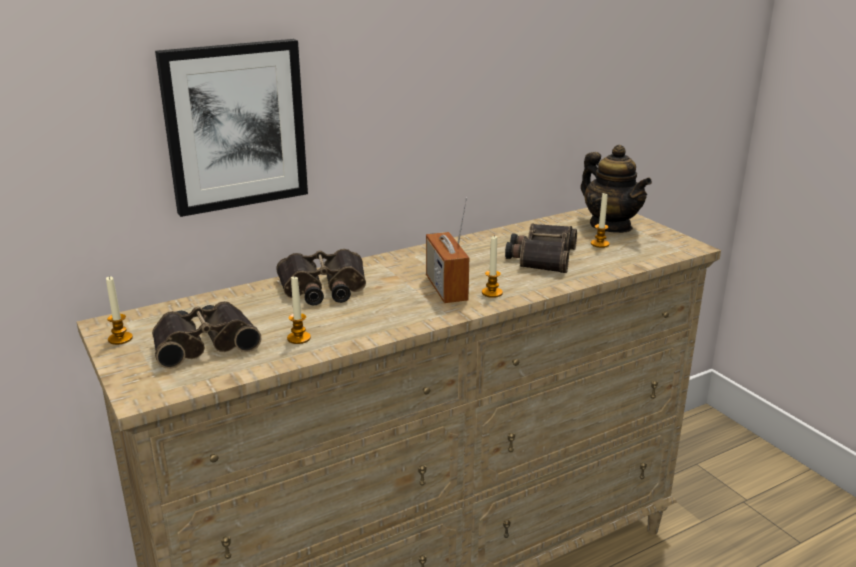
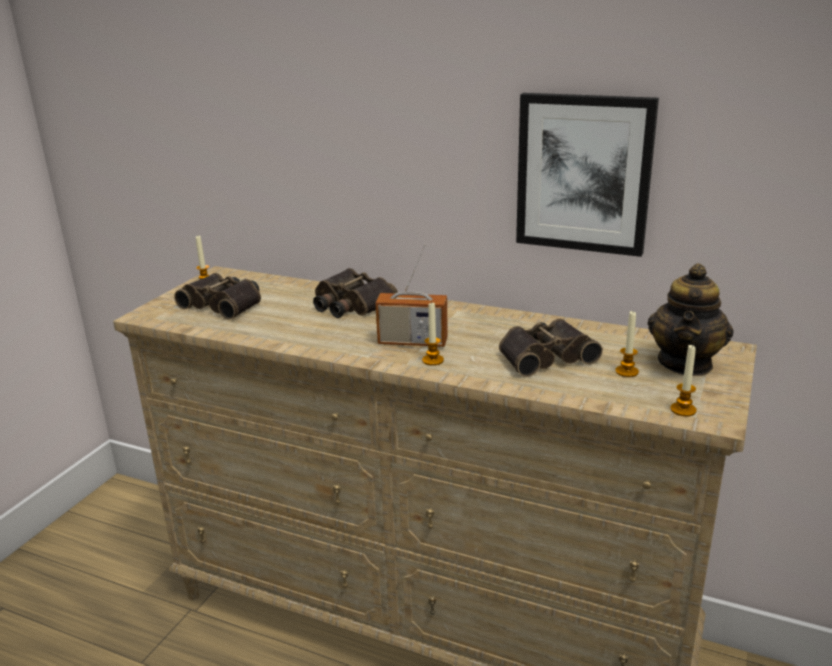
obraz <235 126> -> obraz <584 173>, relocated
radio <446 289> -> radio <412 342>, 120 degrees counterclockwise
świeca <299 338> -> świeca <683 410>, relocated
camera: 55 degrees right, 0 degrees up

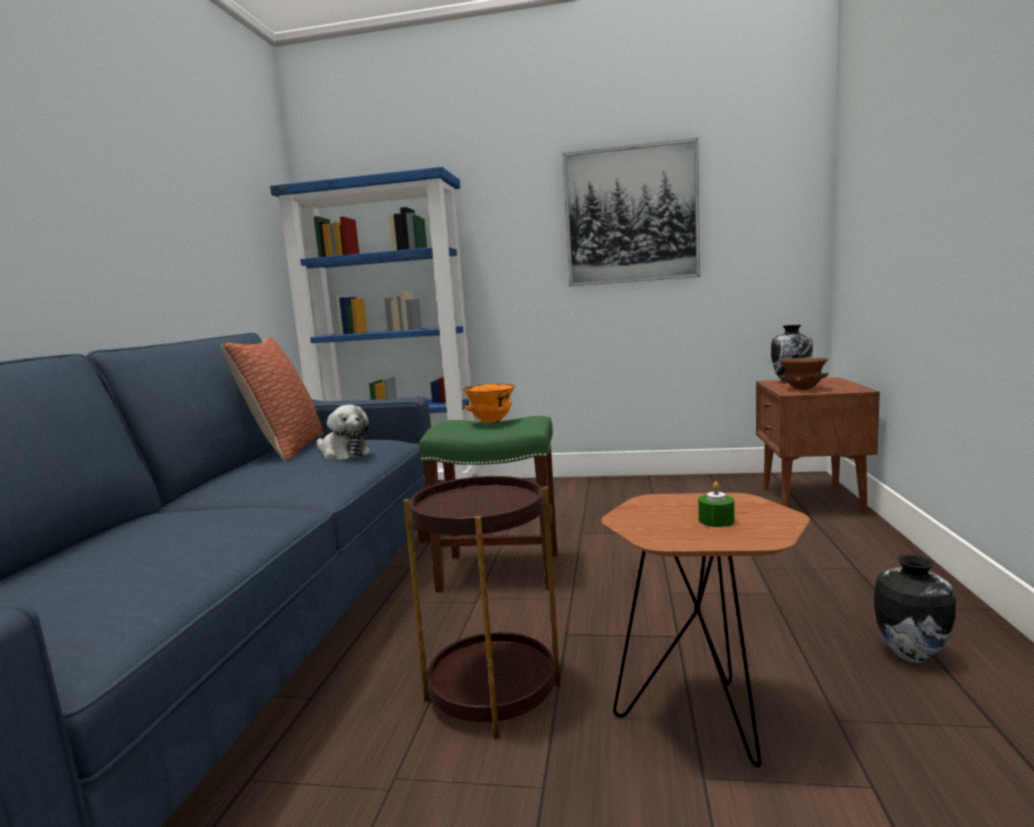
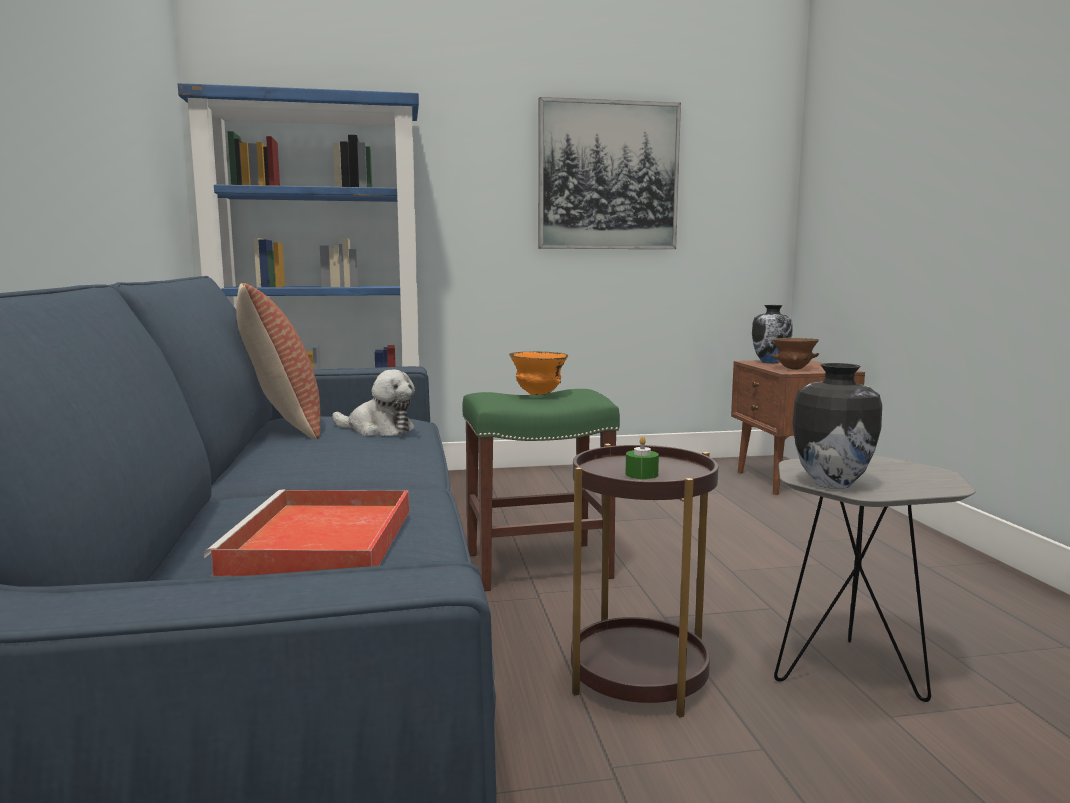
świeca/zielony <716 520> -> świeca/zielony <641 474>, relocated
stolik/brązowy <705 720> -> stolik/szary <854 672>
wazon <910 654> -> wazon <830 483>, relocated
none -> taca/czerwony <321 542>
camera: 20 degrees left, 0 degrees up

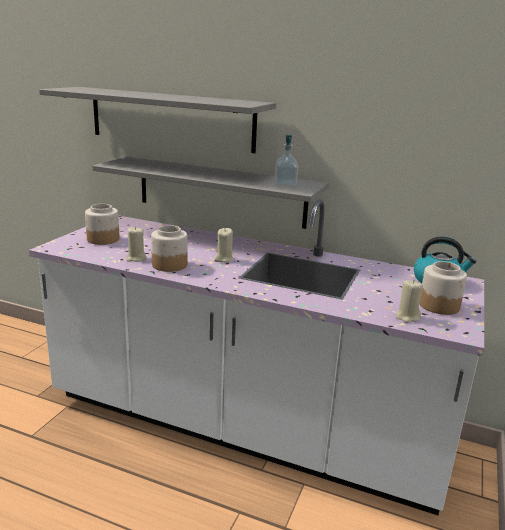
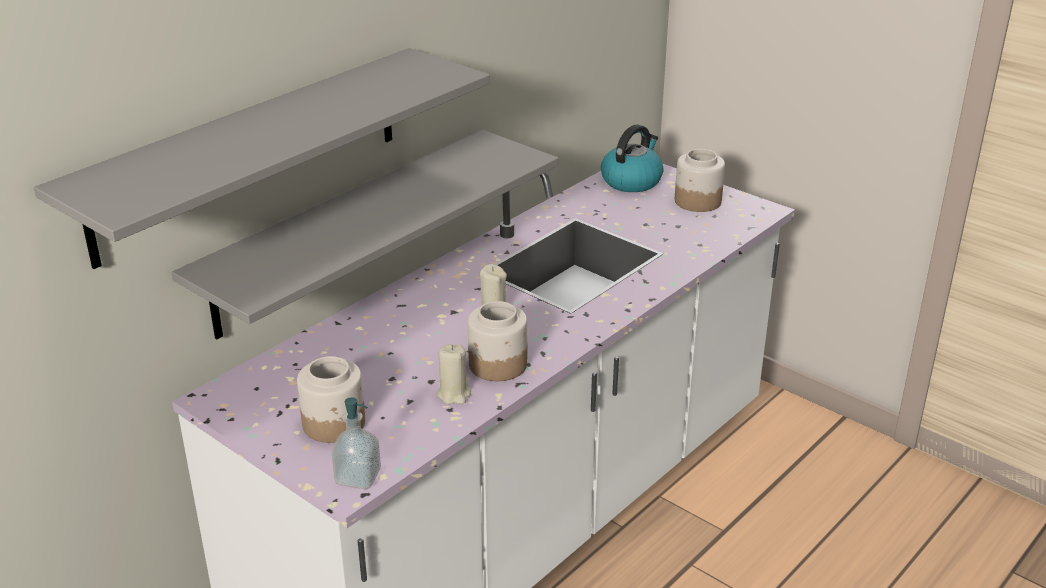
dozownik mydła <285 184> -> dozownik mydła <358 477>, relocated
świeca/beżowy <407 317> -> none
camera: 70 degrees left, 10 degrees up

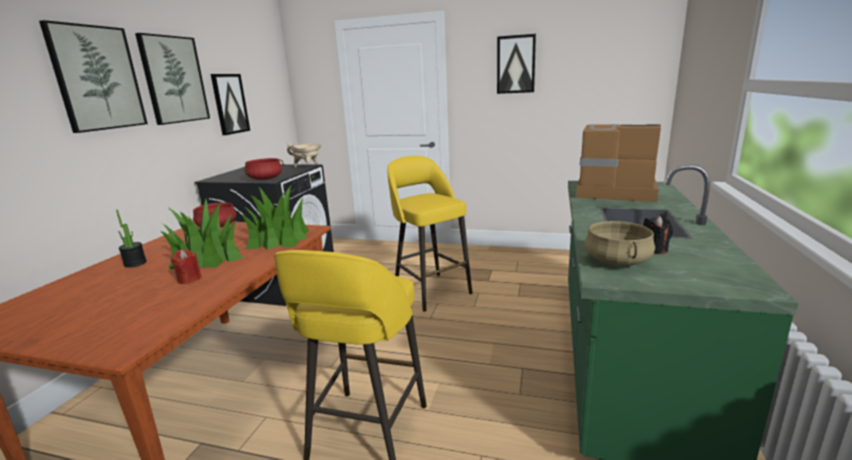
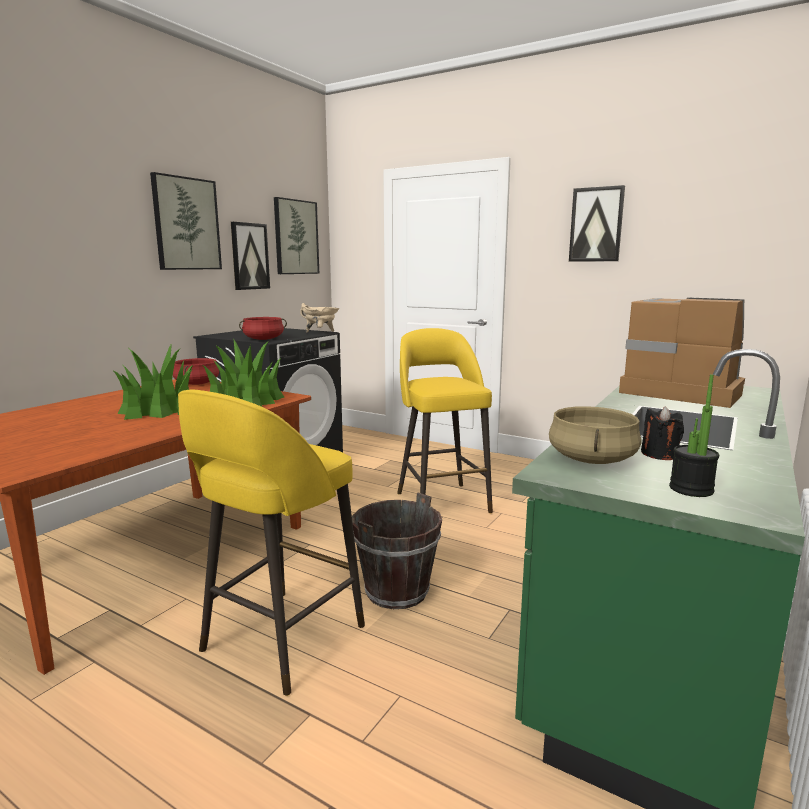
obraz <97 78> -> obraz <295 237>, relocated
roślina doniczkowa <135 263> -> roślina doniczkowa <691 489>, relocated
świeca/czerwony <189 279> -> none
none -> wiadro/brązowy <397 592>
camera: 15 degrees right, 5 degrees down

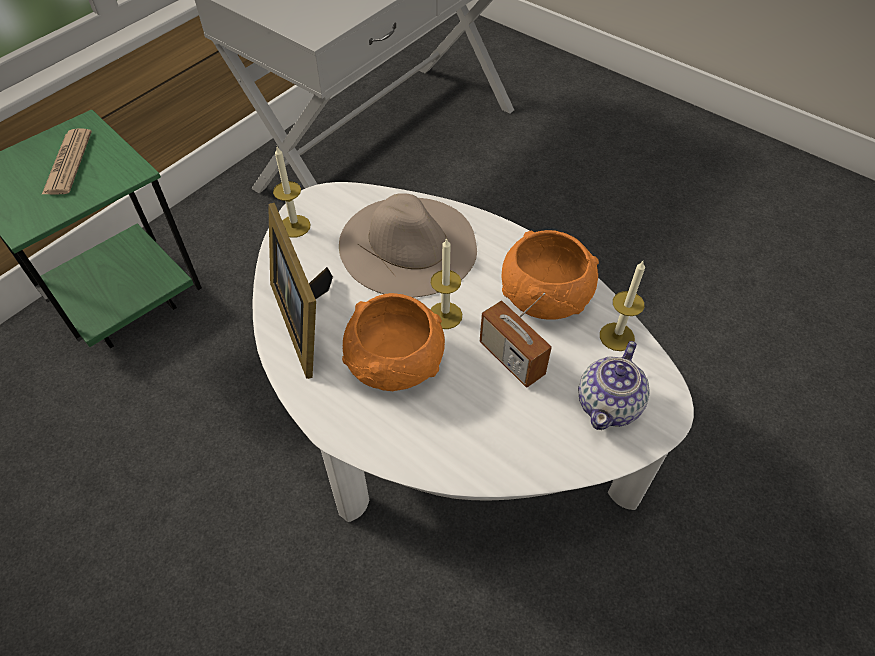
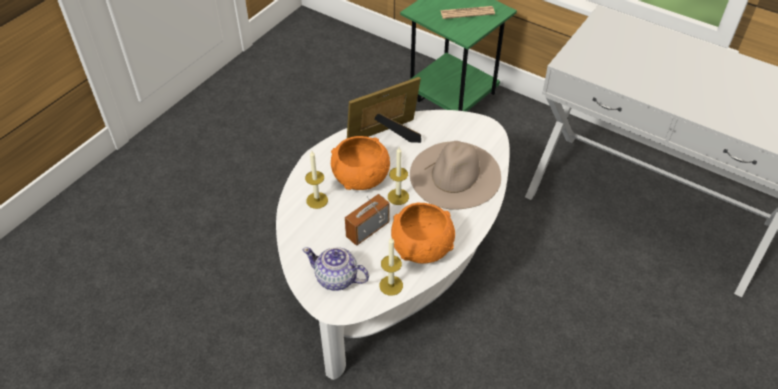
świeca <295 226> -> świeca <317 200>, relocated
camera: 85 degrees right, 5 degrees down

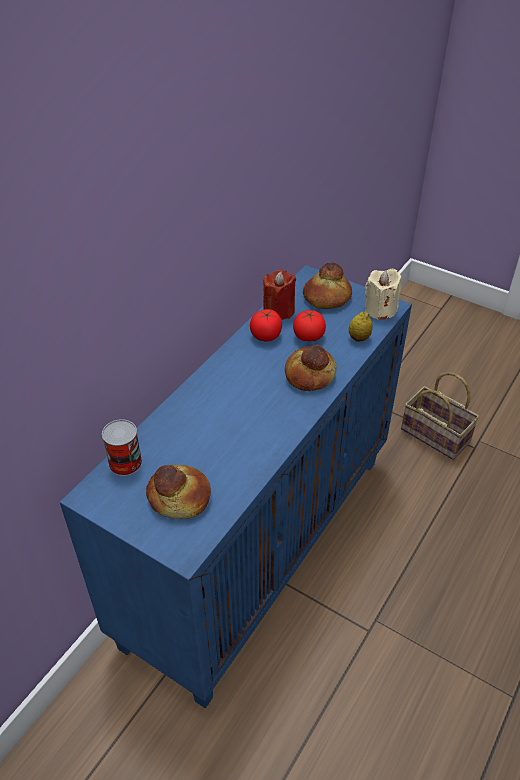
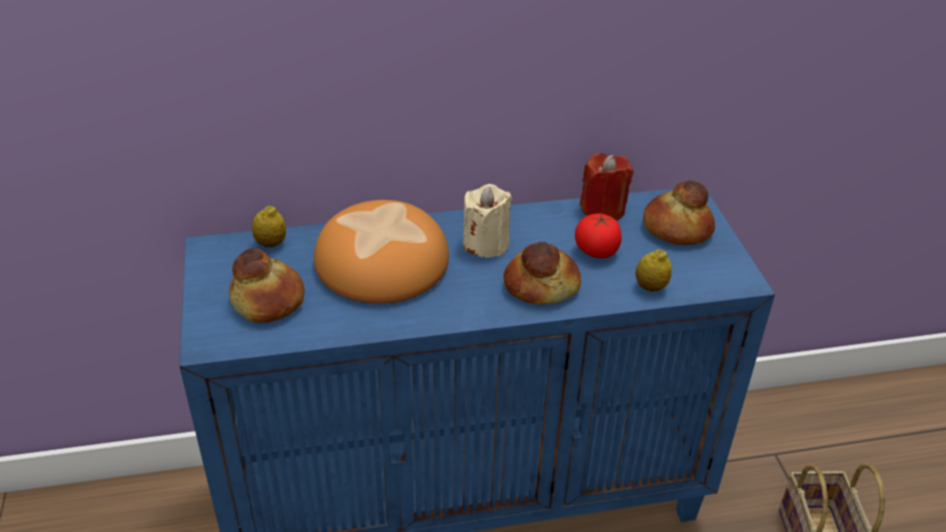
świeca/beżowy <380 310> -> świeca/beżowy <486 244>, relocated
pomidor <266 335> -> none
puszka <125 463> -> cytryna <271 243>
none -> chleb <380 261>
camera: 45 degrees right, 5 degrees down

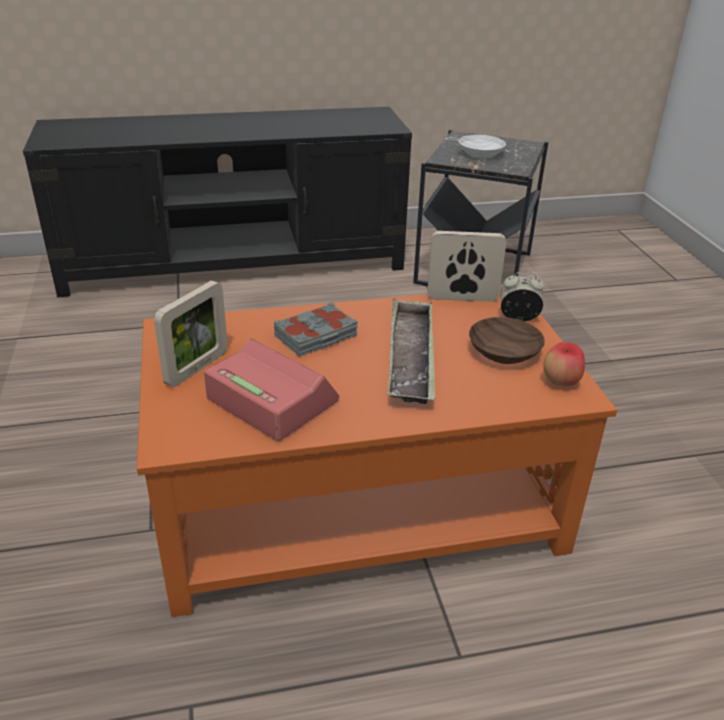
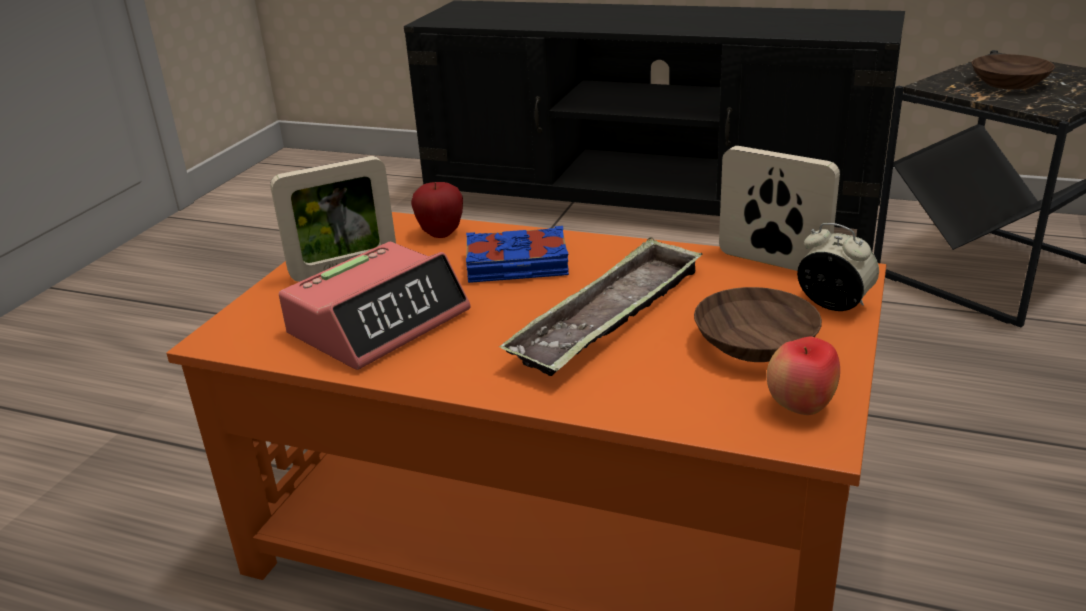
miska/biały <481 154> -> miska/brązowy <1011 84>
książka/szary <316 336> -> książka/niebieski <517 265>
budzik <271 400> -> budzik <379 322>, 60 degrees clockwise
none -> jabłko <440 234>
camera: 35 degrees right, 5 degrees down

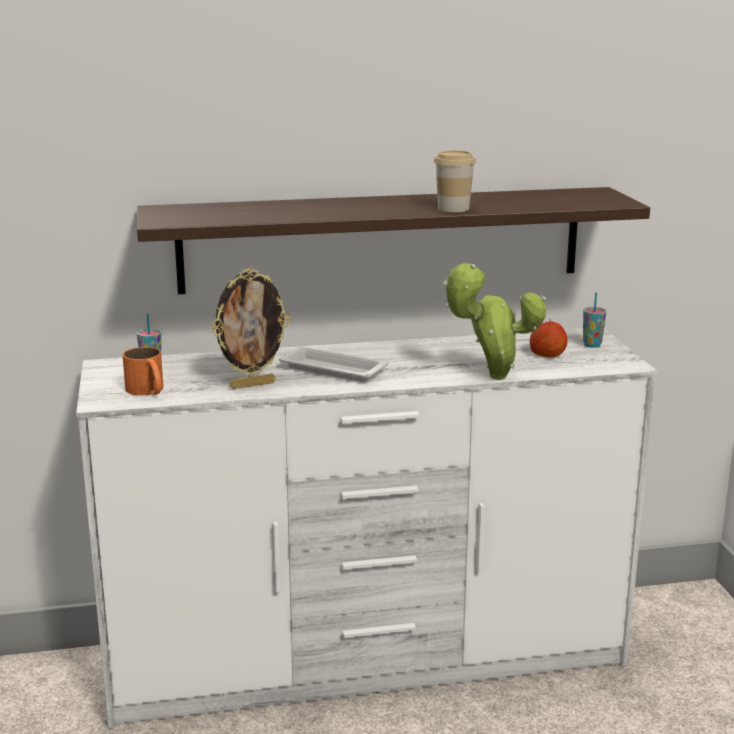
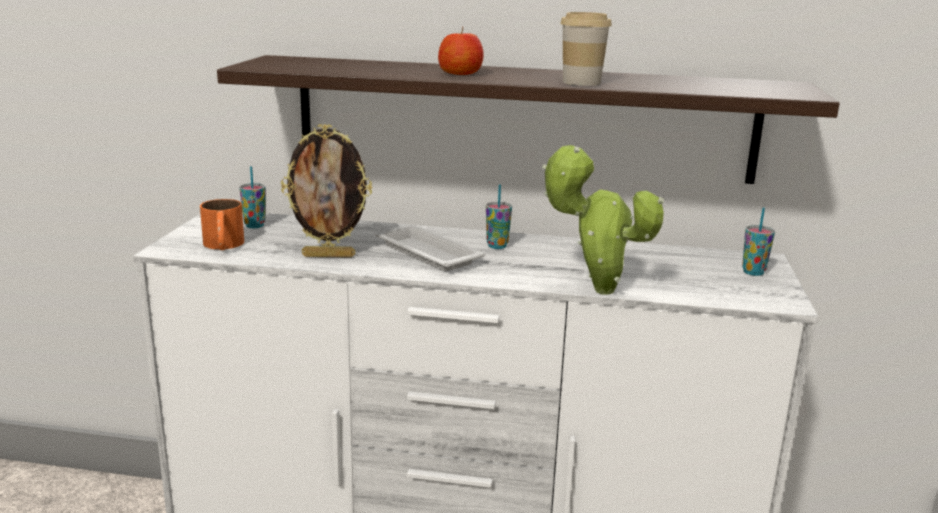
jabłko <547 354> -> jabłko <460 73>, relocated
none -> filiżanka <497 246>
camera: 20 degrees right, 0 degrees up

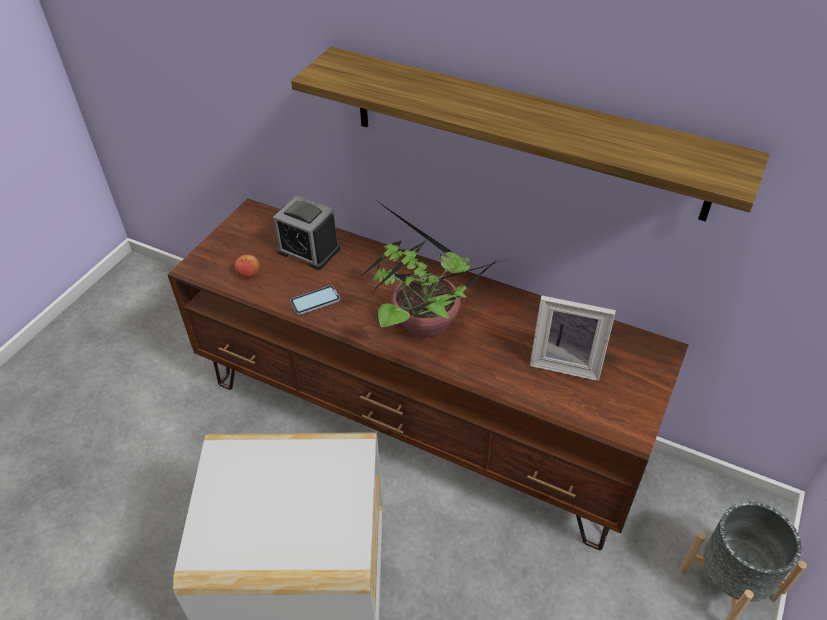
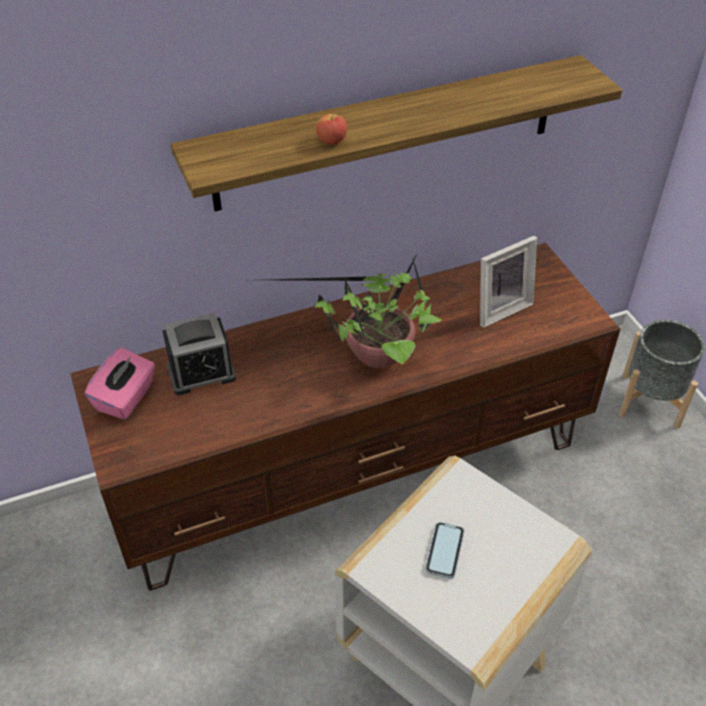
jabłko <248 274> -> jabłko <331 141>, relocated
telefon <315 301> -> telefon <444 551>, relocated
none -> pudełko chusteczek/różowy <126 398>
camera: 50 degrees left, 0 degrees up

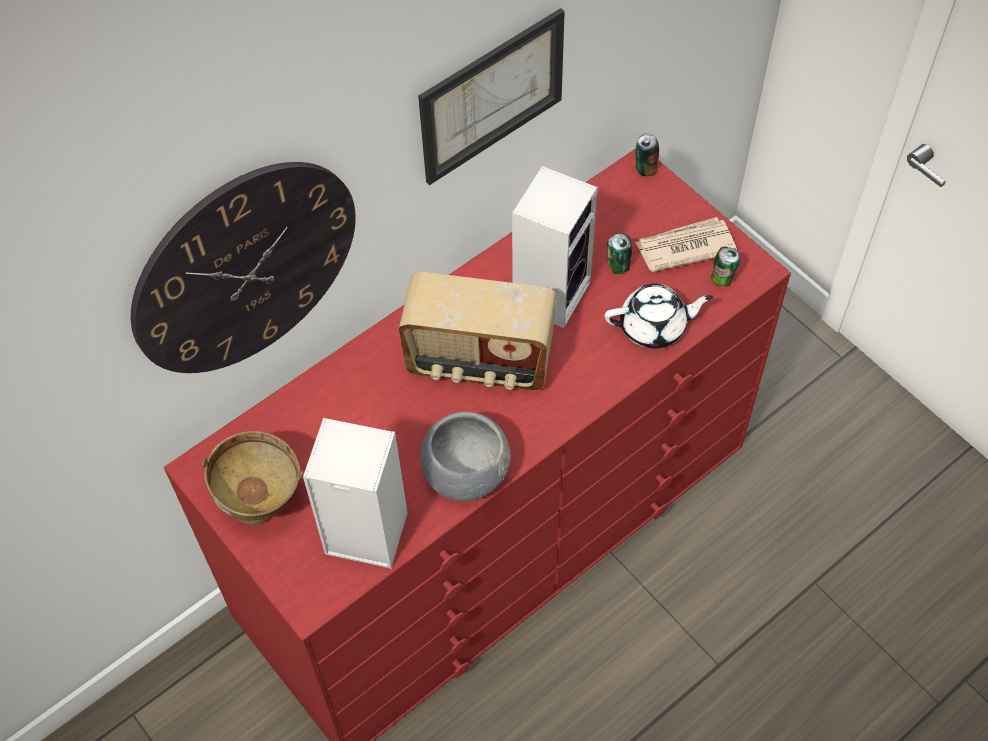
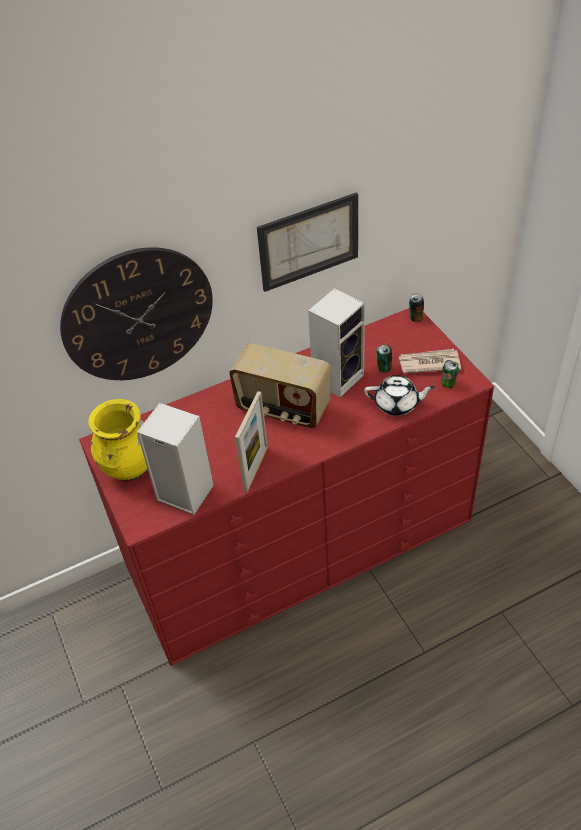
miska/szary <466 473> -> ramka na zdjęcie <256 468>
miska/brązowy <265 505> -> wazon/żółty <130 468>
camera: 15 degrees right, 10 degrees down

